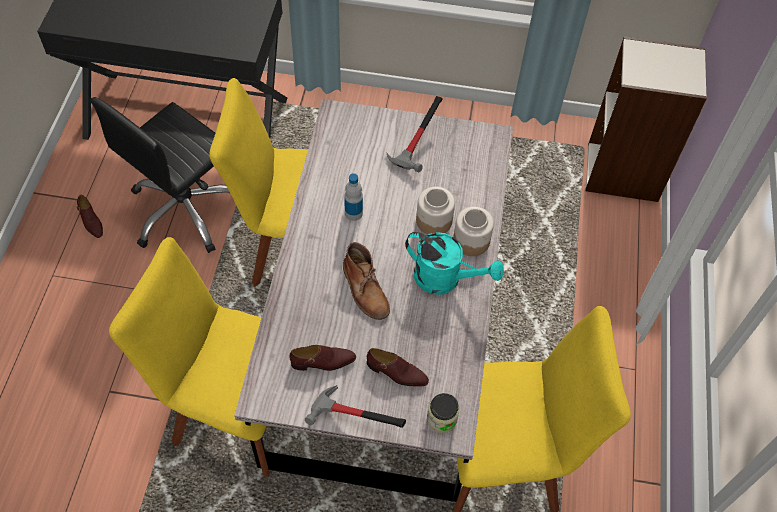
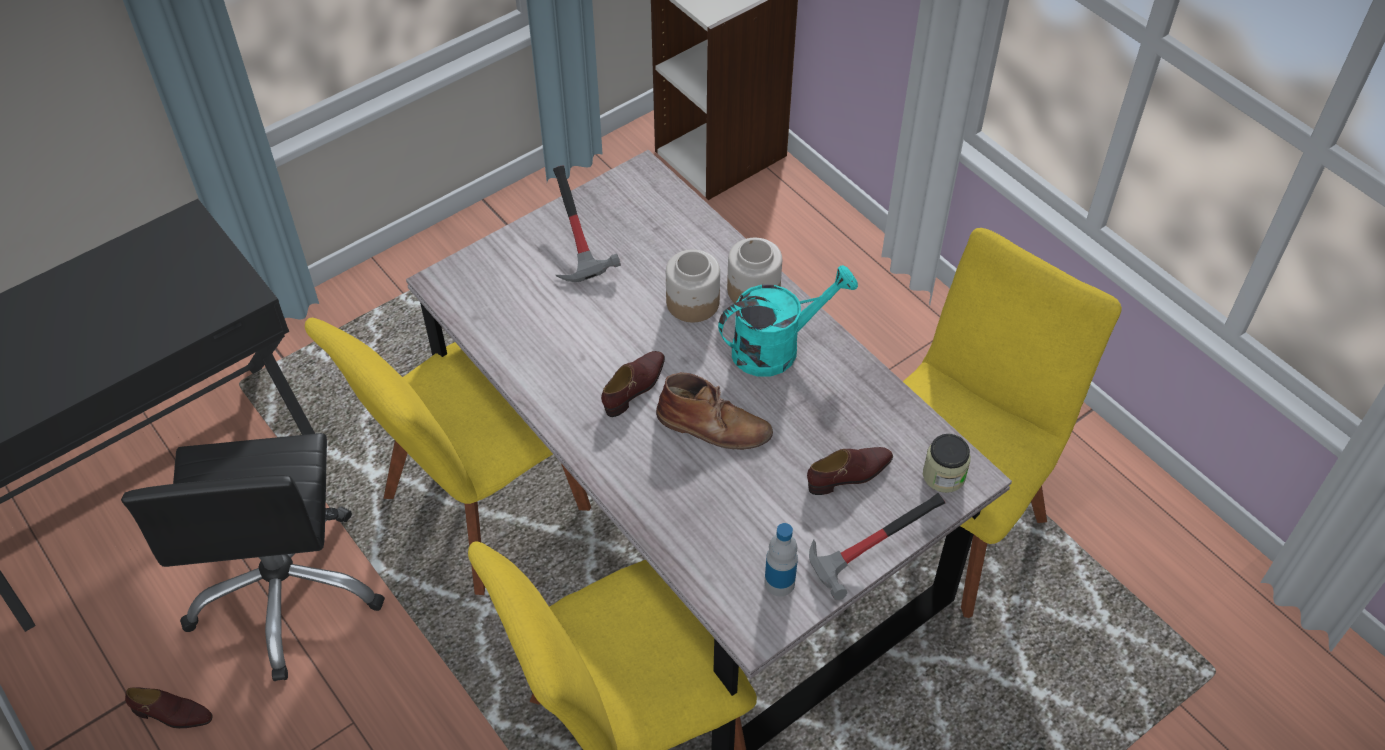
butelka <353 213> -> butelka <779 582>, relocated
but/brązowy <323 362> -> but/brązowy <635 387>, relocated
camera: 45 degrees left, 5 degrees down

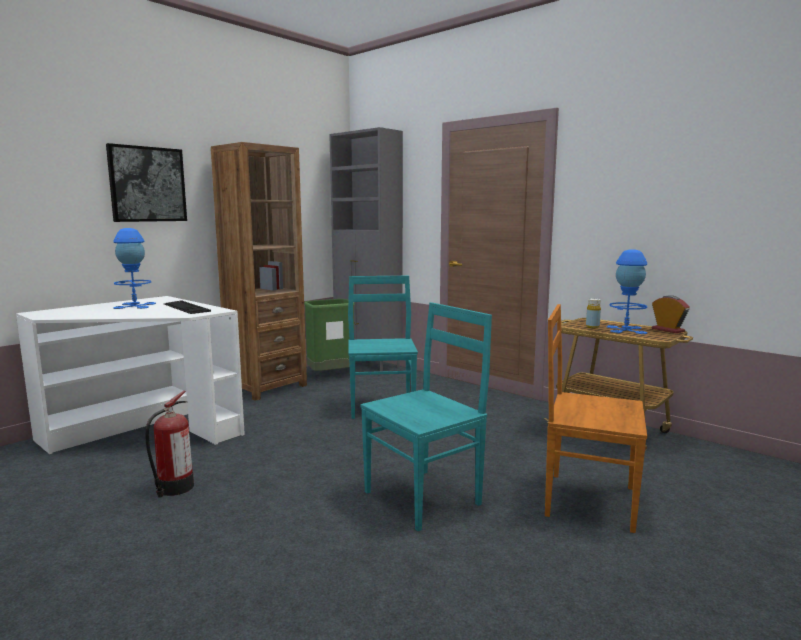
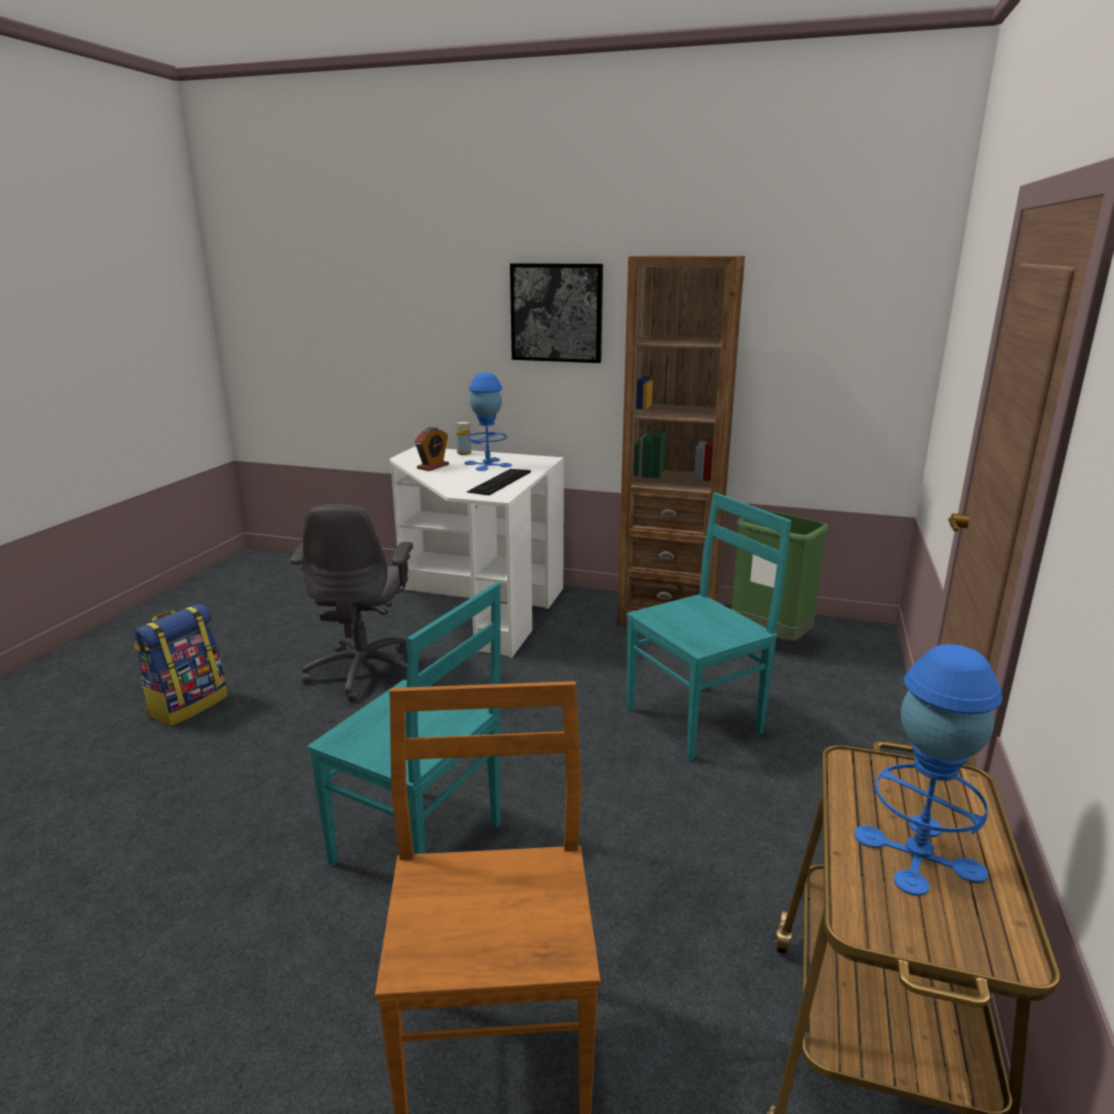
szafka/szary <368 364> -> none
budzik <668 330> -> budzik <433 466>, relocated
butelka/żółty <592 327> -> butelka/żółty <464 453>, relocated
gaśnica <174 488> -> krzesło biurowe/szary <364 671>
none -> plecak <188 705>
camera: 65 degrees right, 10 degrees up

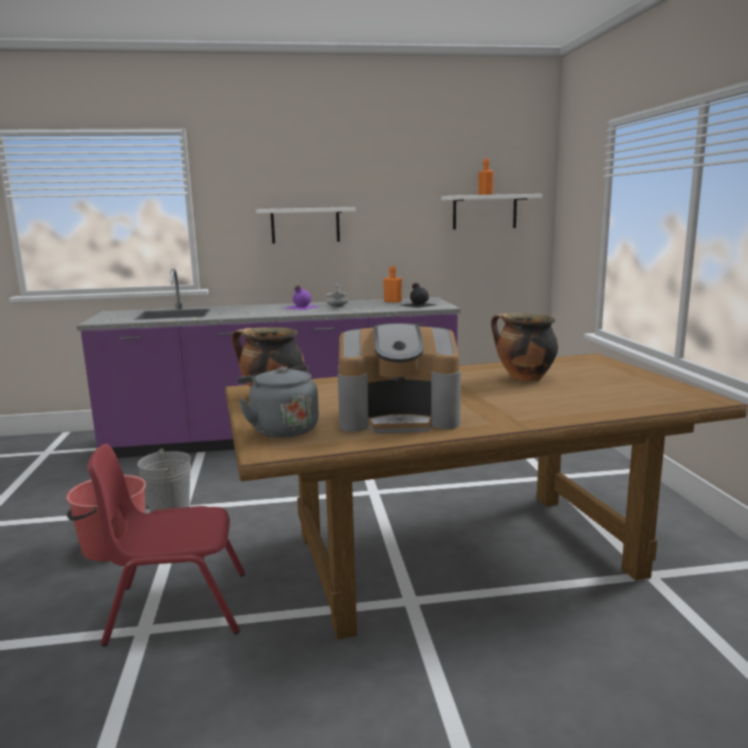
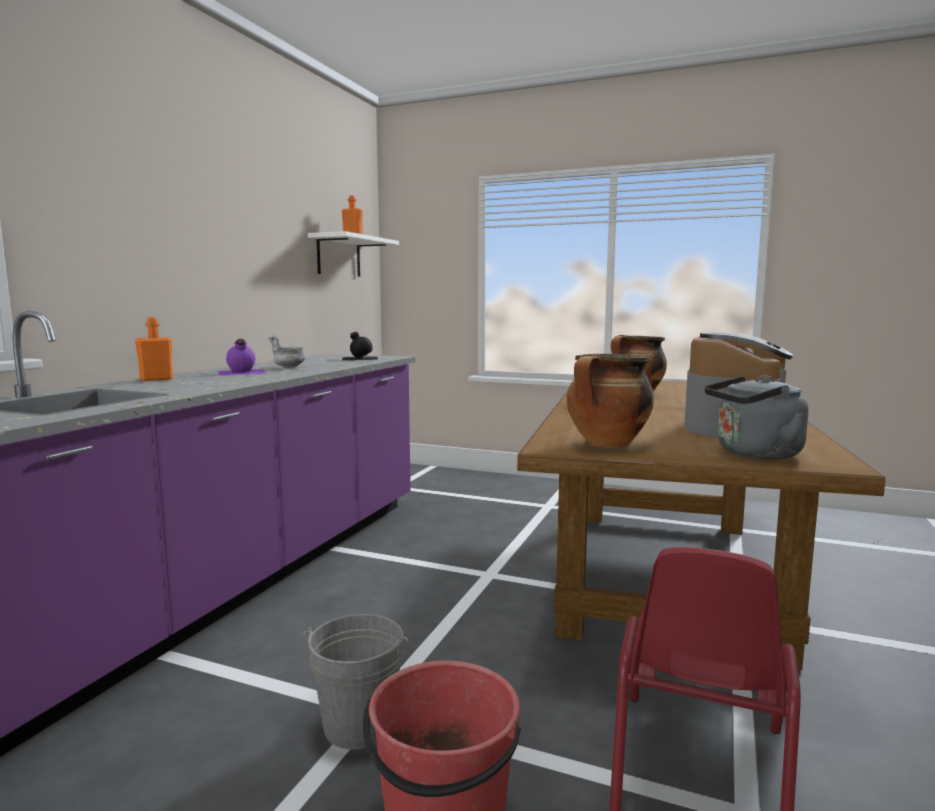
półka/biały <305 225> -> none
butelka/pomarańczowy <392 301> -> butelka/pomarańczowy <156 379>, relocated
camera: 60 degrees left, 5 degrees down

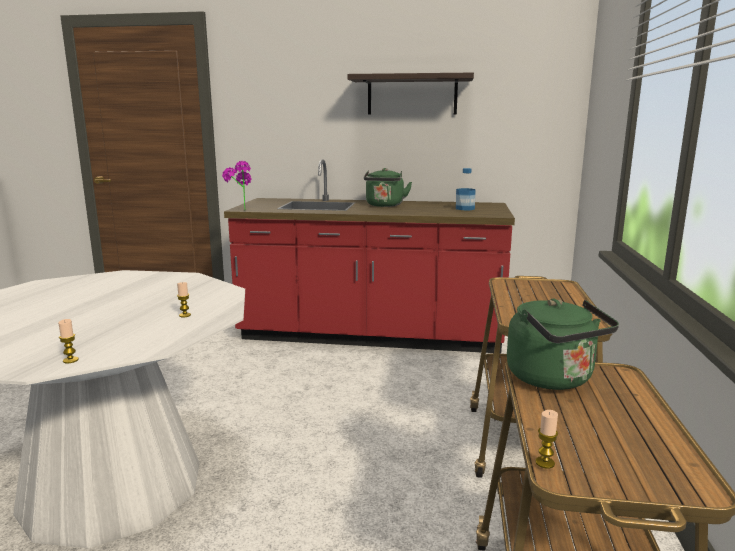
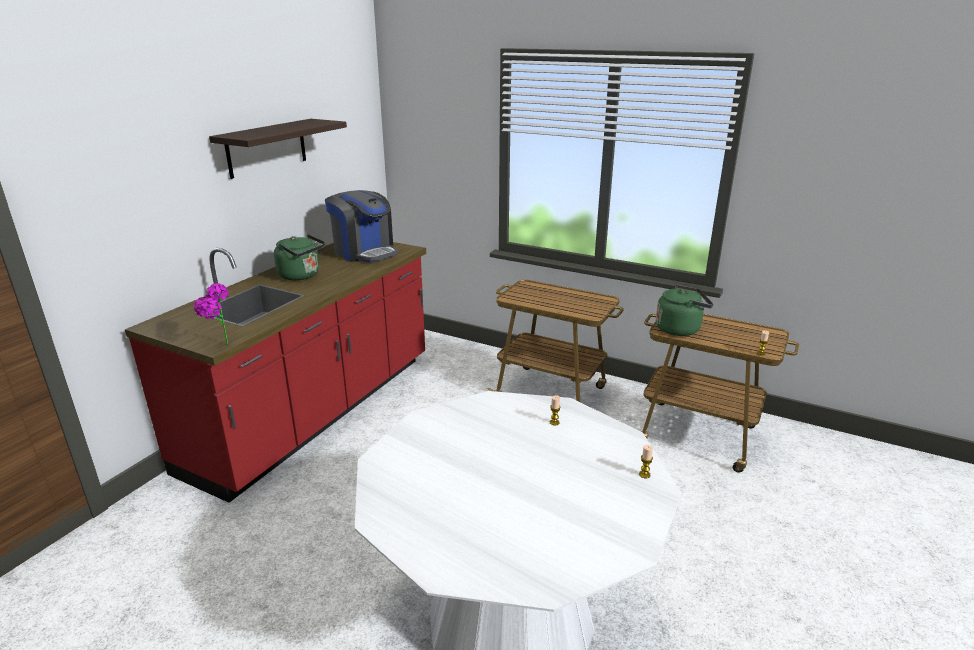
butelka <465 208> -> ekspres do kawy <364 252>
camera: 70 degrees left, 10 degrees up

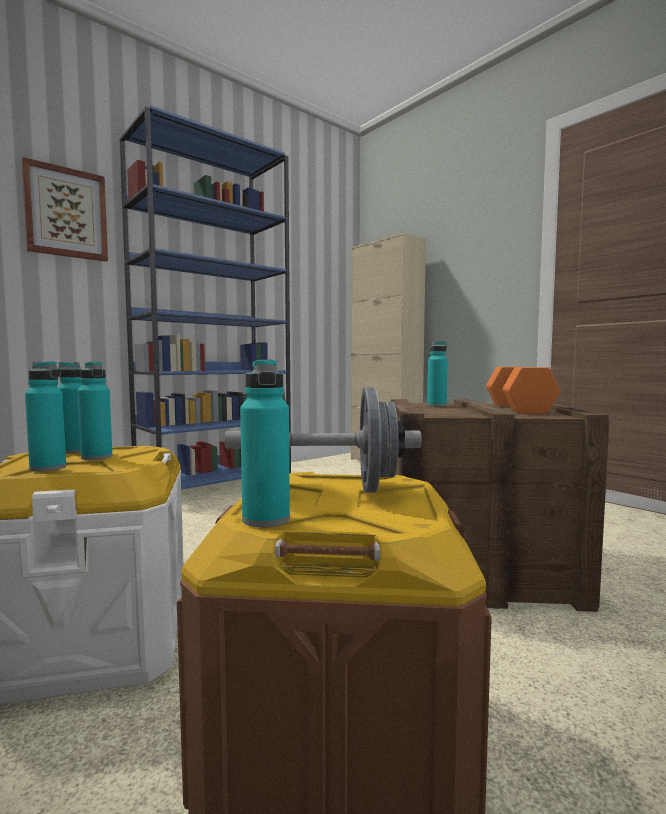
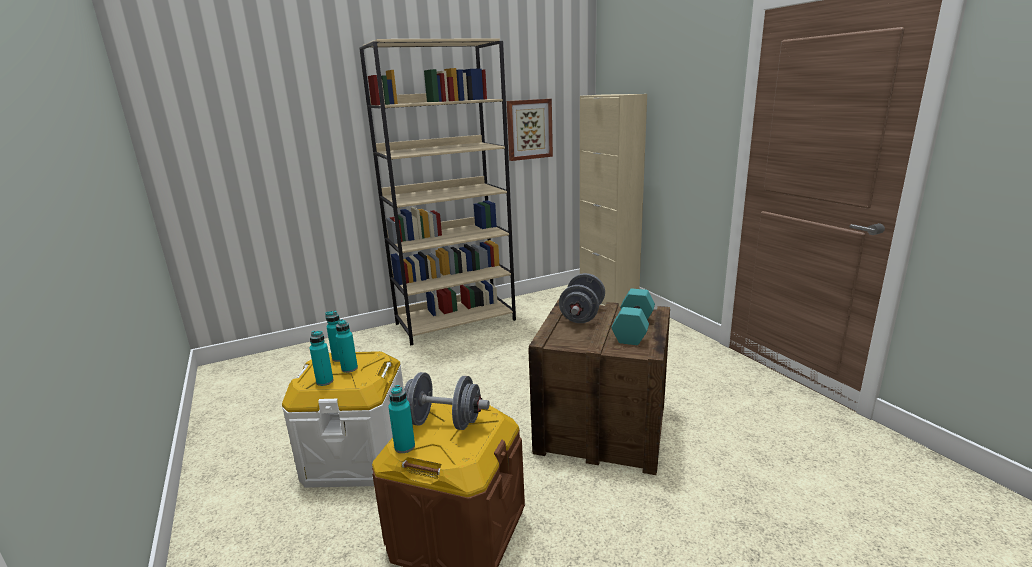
regał/niebieski <215 484> -> regał/beżowy <456 321>
obraz <66 213> -> obraz <529 129>, relocated
butelka/turkusowy <436 405> -> hantel/szary <582 315>
hantel/pomarańczowy <516 408> -> hantel/turkusowy <632 329>
camera: 15 degrees right, 15 degrees up

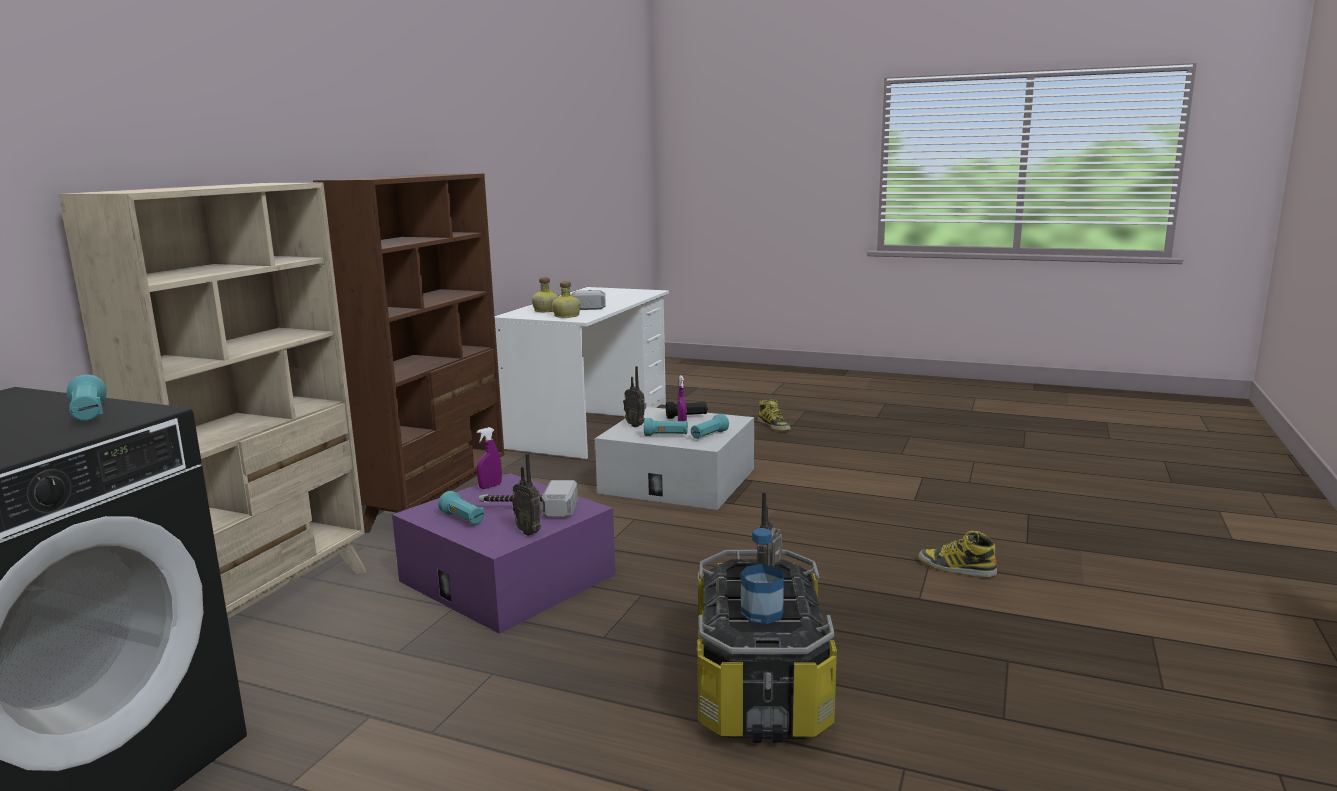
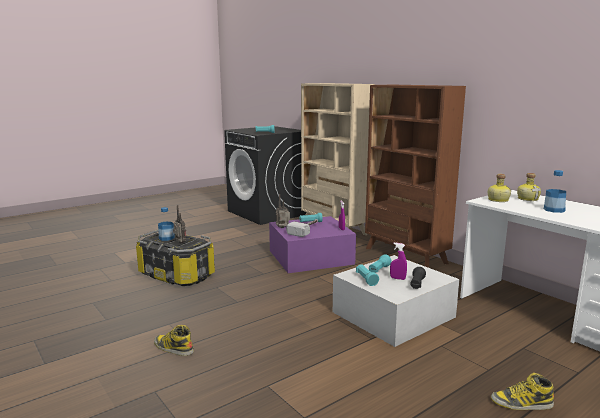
młotek <589 304> -> butelka <554 210>
radio <636 425> -> none
but z cholewką <956 568> -> but z cholewką <173 348>, 120 degrees counterclockwise
camera: 120 degrees right, 0 degrees up

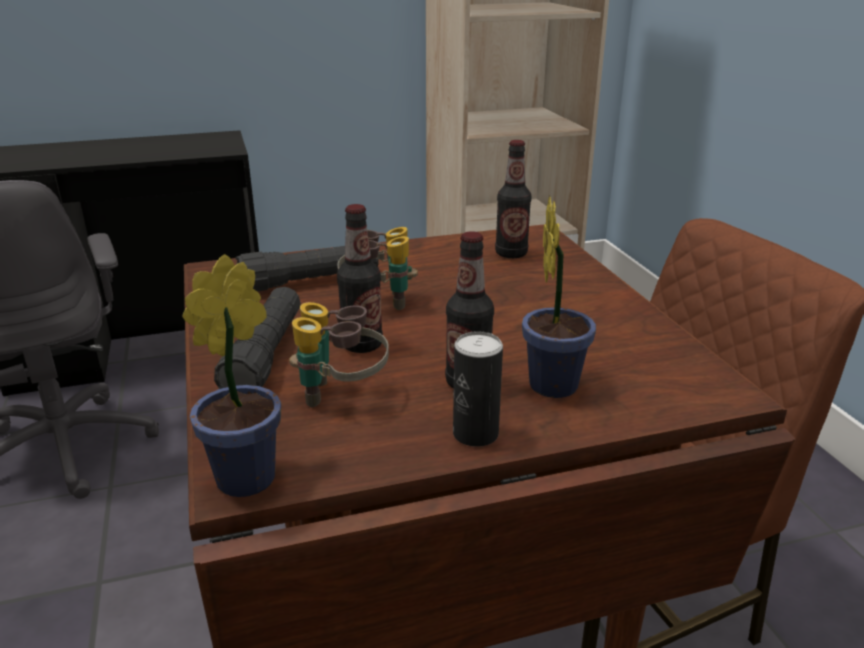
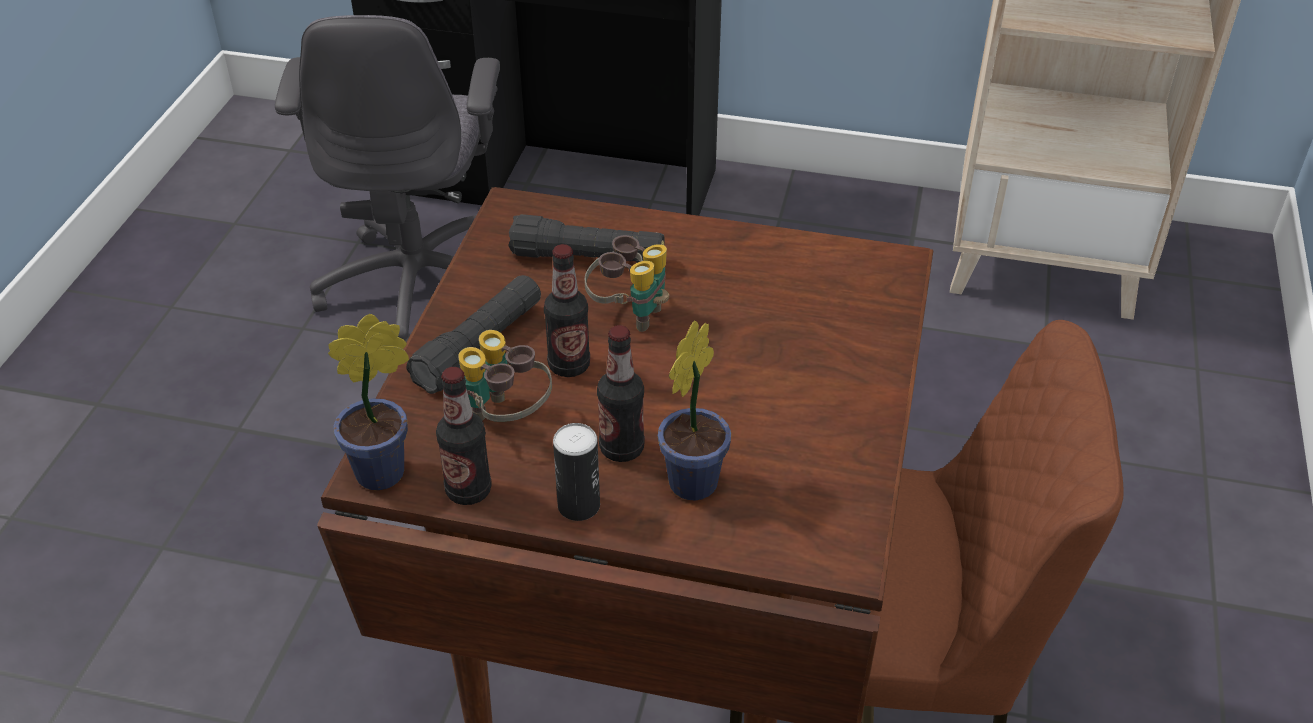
butelka <511 254> -> butelka <468 490>, relocated
camera: 30 degrees right, 15 degrees up

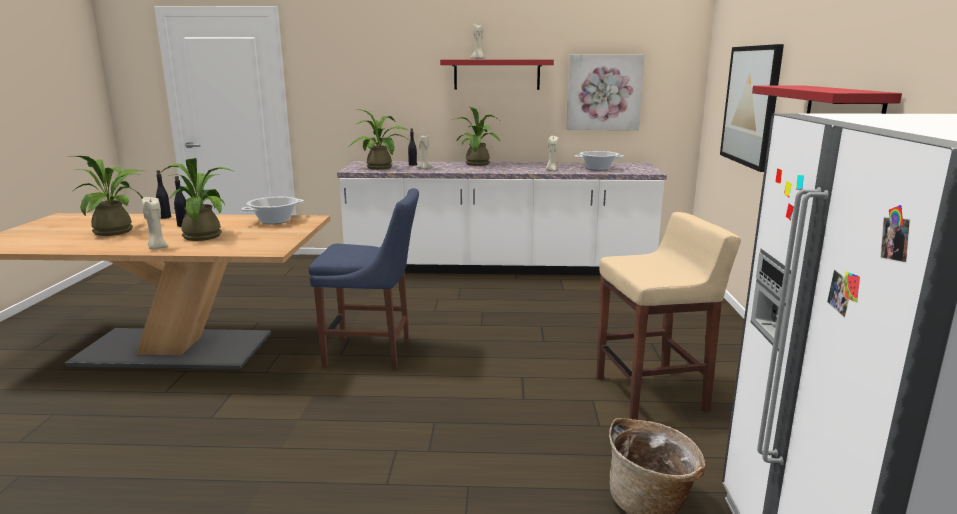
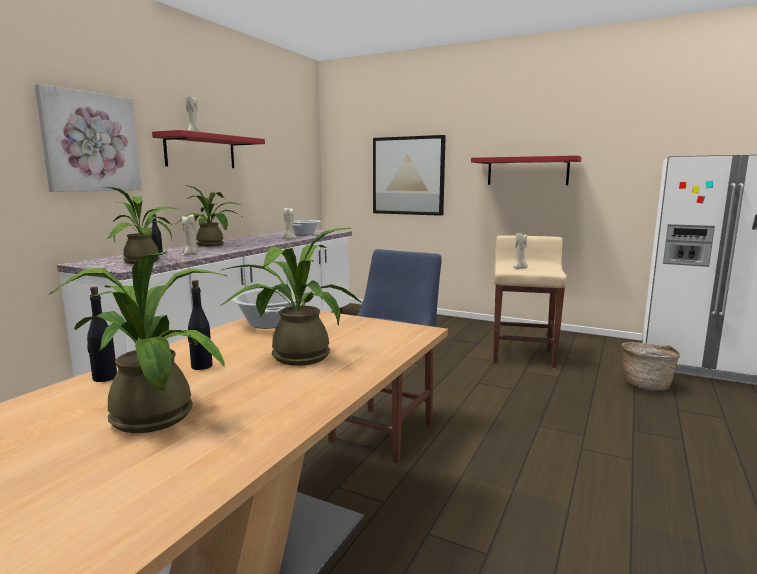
obraz <604 92> -> obraz <90 142>, relocated
świeca/beżowy <157 248> -> świeca/beżowy <519 268>, relocated
camera: 65 degrees left, 5 degrees down

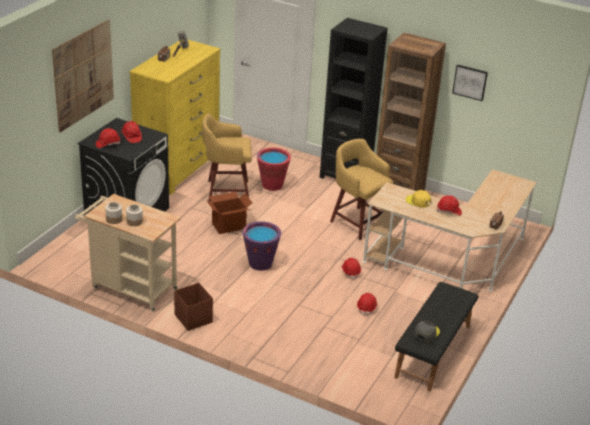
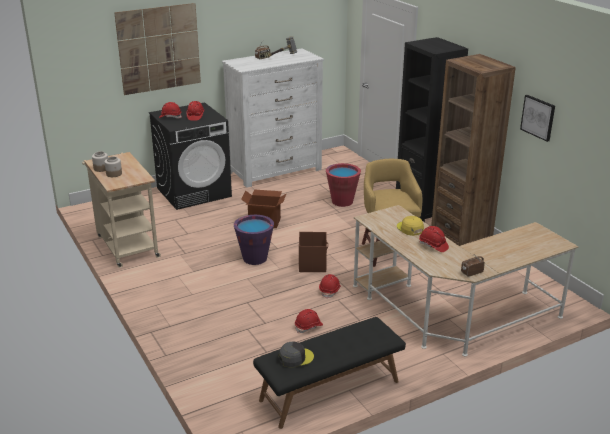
komoda/żółty <178 168> -> komoda/biały <275 171>
stołek/żółty <226 191> -> none
pojemnik do przechowywania/brązowy <193 318> -> pojemnik do przechowywania/brązowy <312 264>, relocated
camera: 35 degrees right, 5 degrees down

